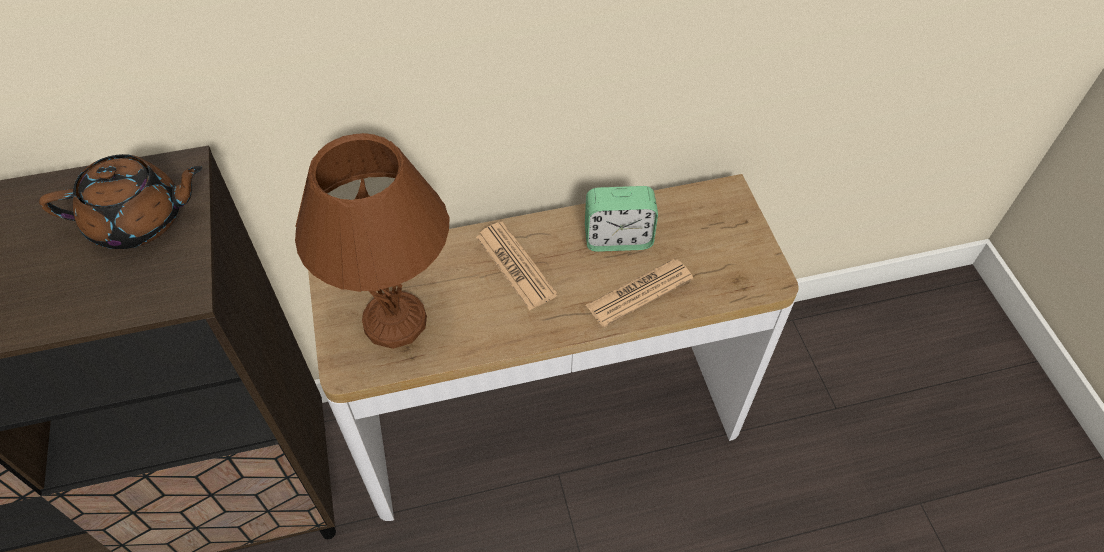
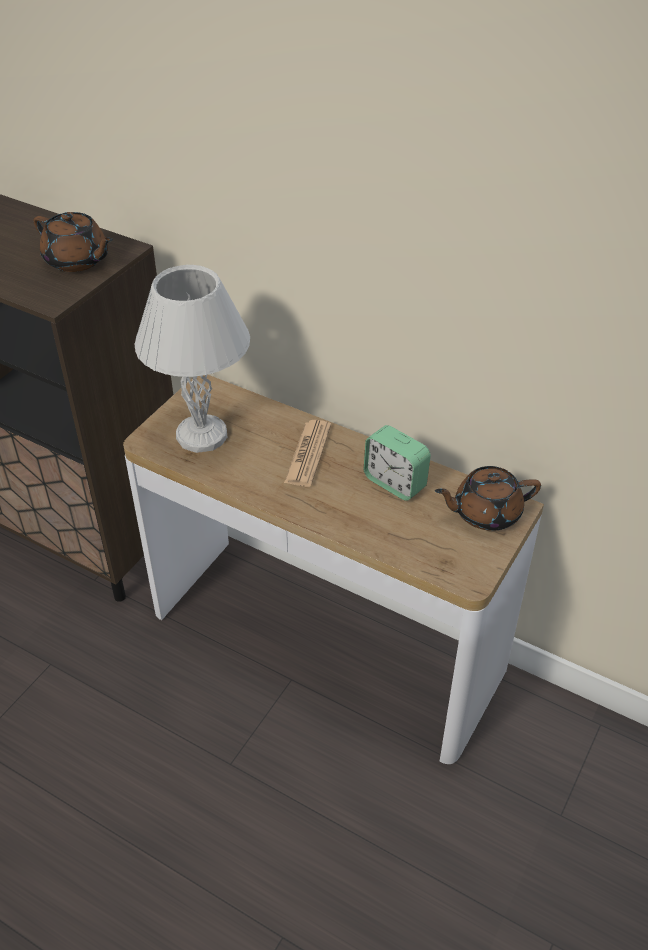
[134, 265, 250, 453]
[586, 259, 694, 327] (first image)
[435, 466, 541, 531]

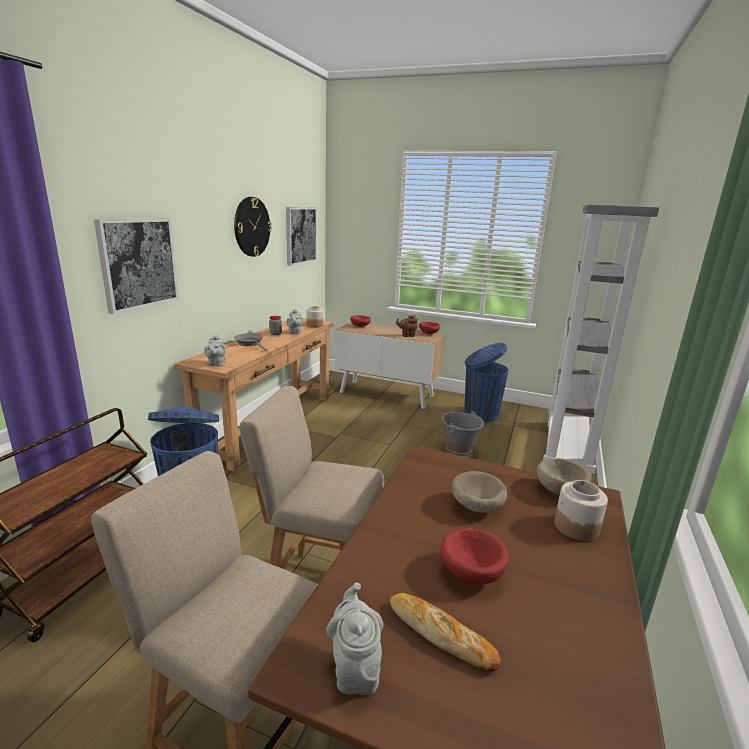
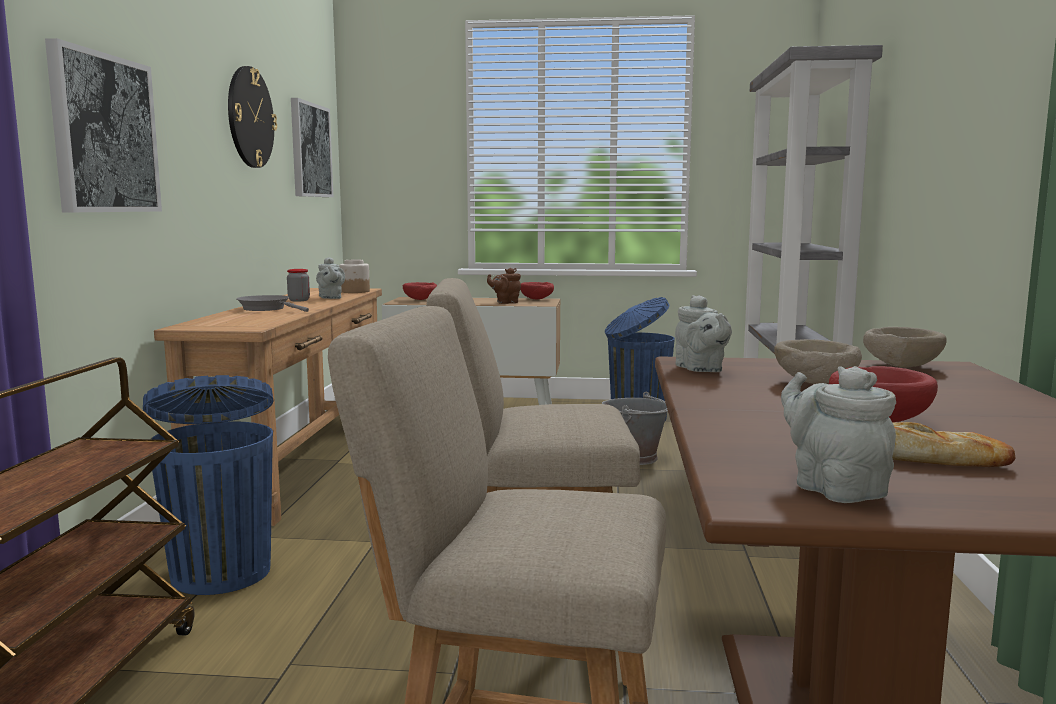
[675, 295, 732, 372]
[555, 480, 608, 541] (first image)

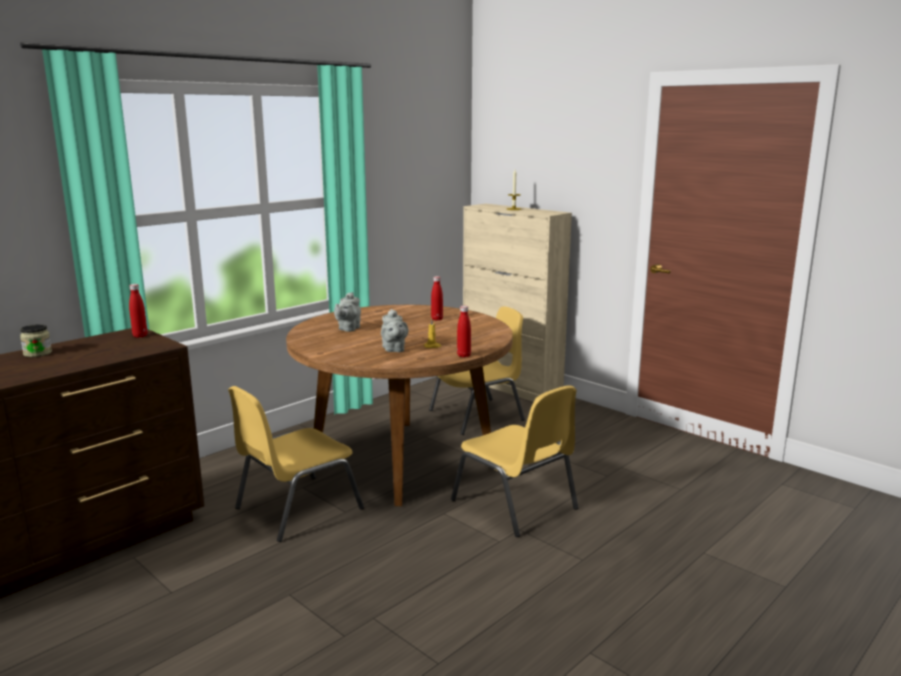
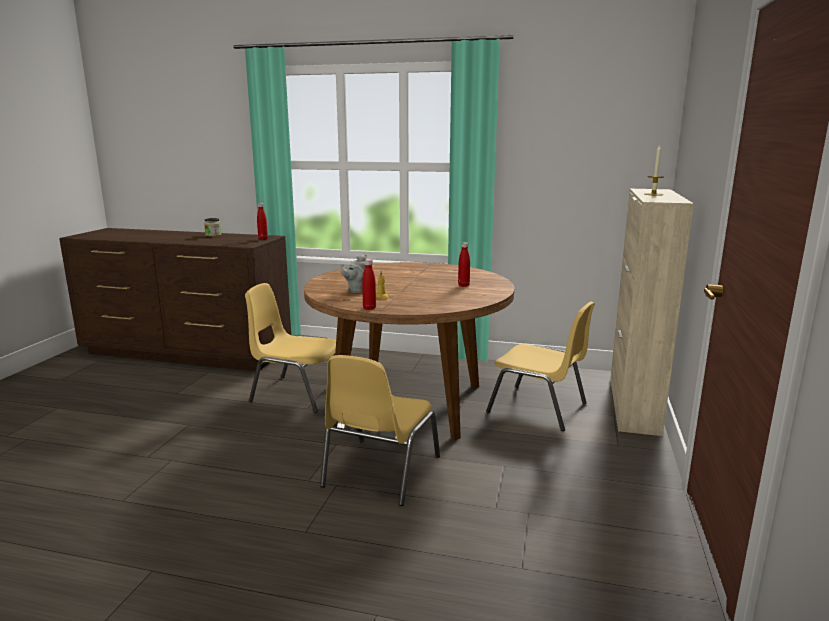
[334, 292, 361, 332] (first image)

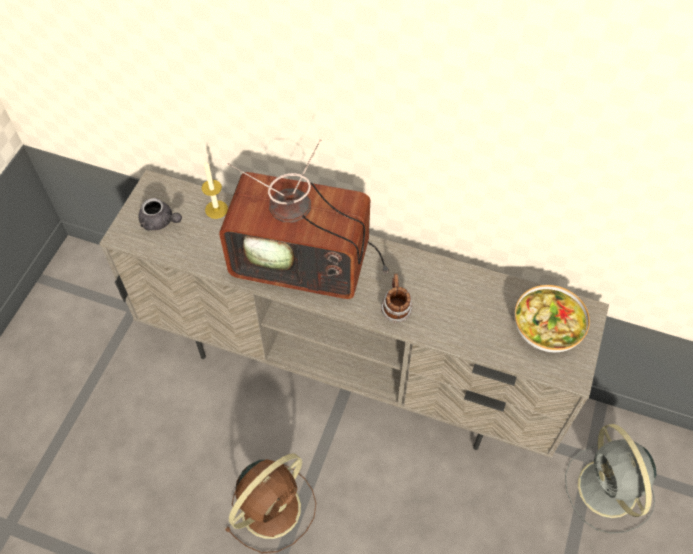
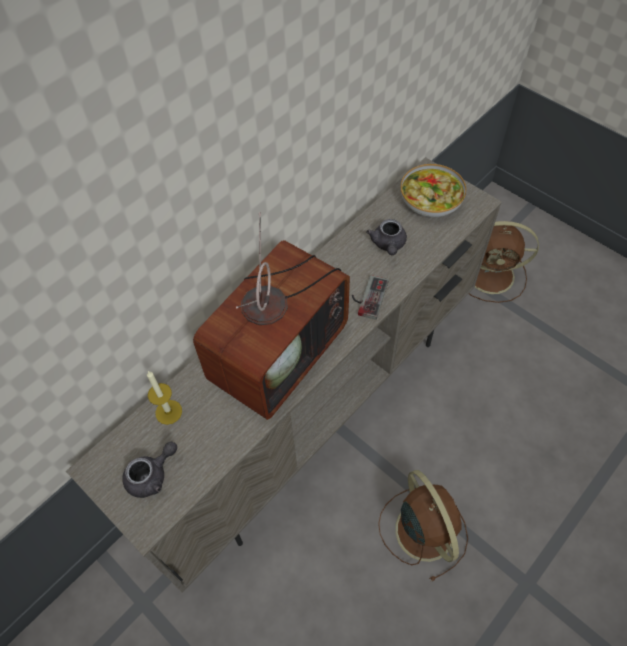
[352, 275, 389, 320]
[468, 221, 539, 303]
[366, 219, 407, 255]

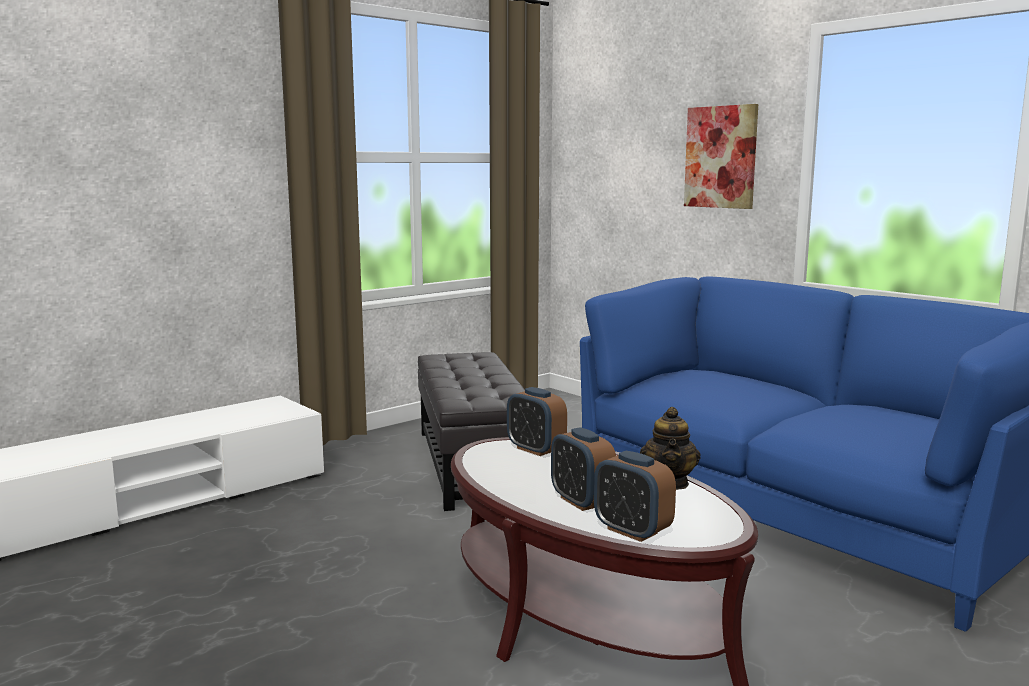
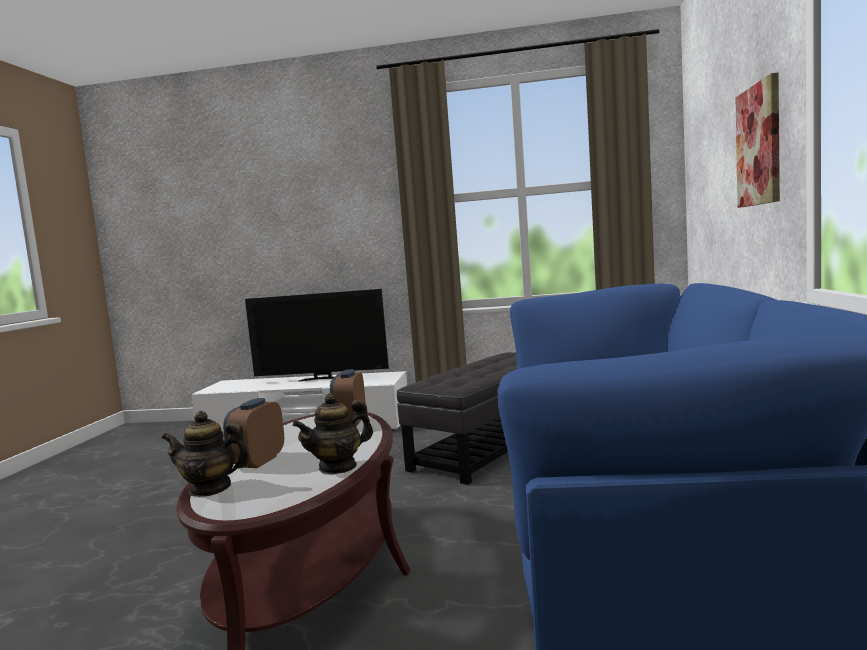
[162, 411, 251, 497]
[245, 289, 389, 382]

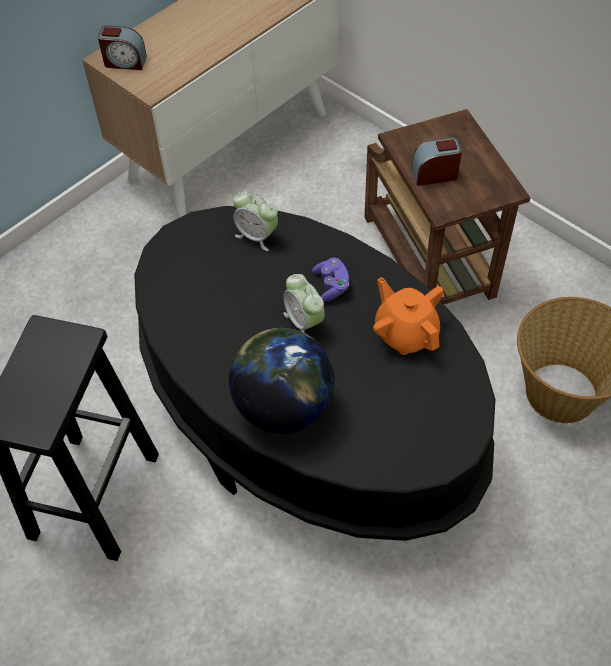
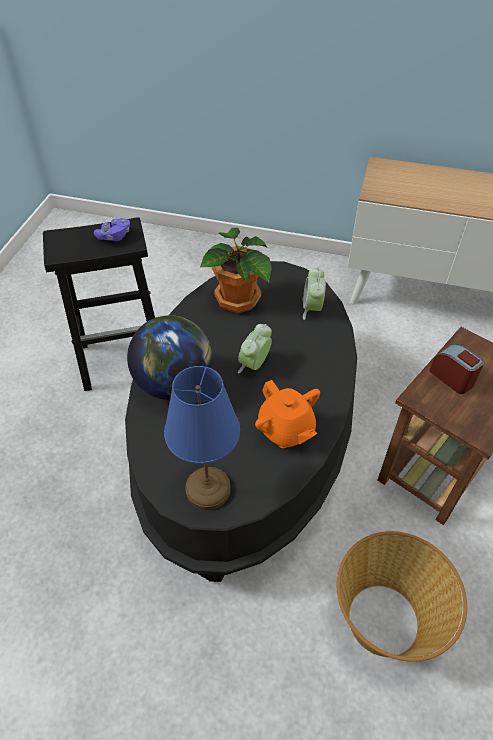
[98, 26, 147, 70] (first image)
[94, 218, 130, 241]
[255, 380, 320, 448]
[200, 228, 272, 314]
[164, 366, 240, 510]

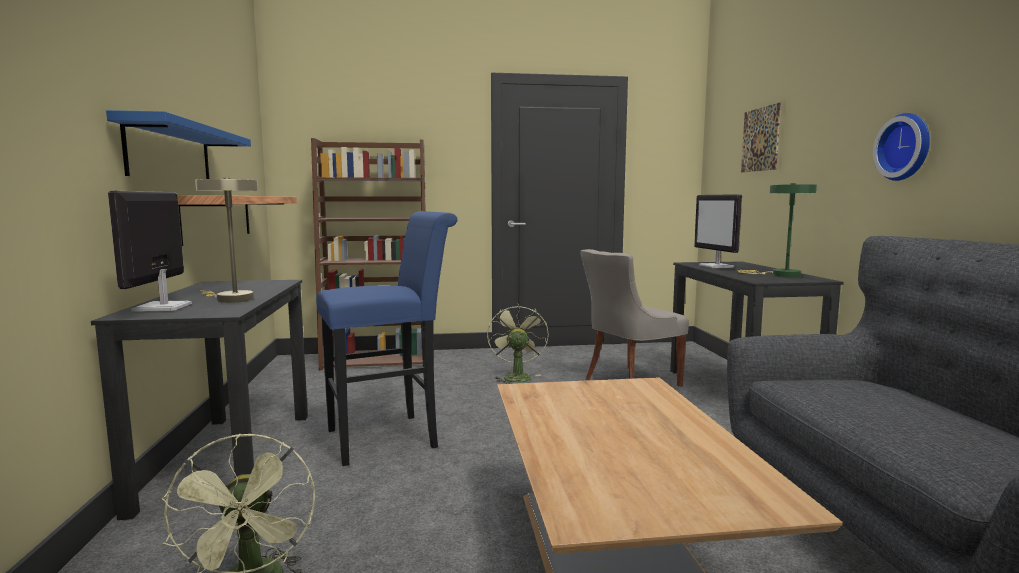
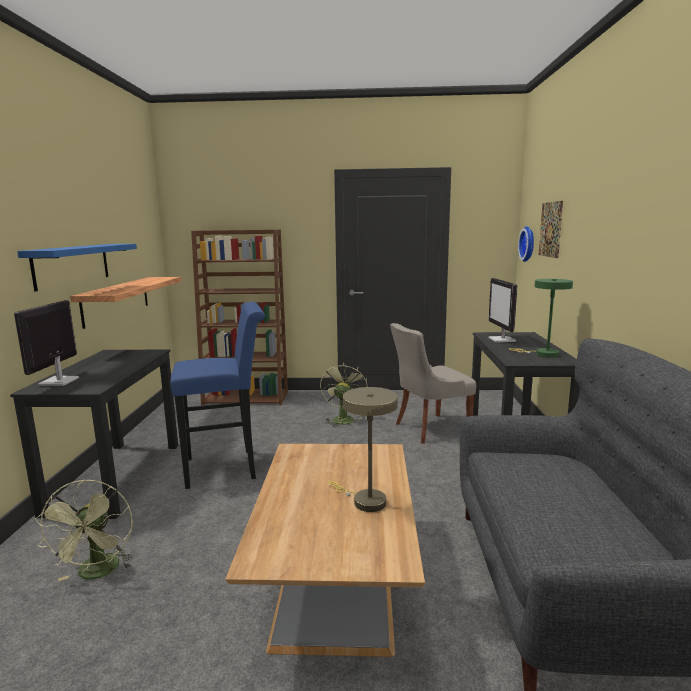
[518, 227, 534, 262]
[328, 387, 398, 512]

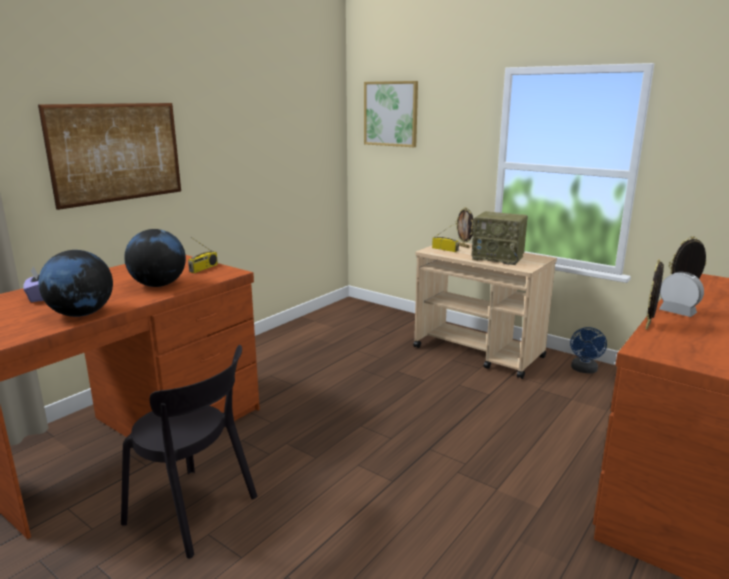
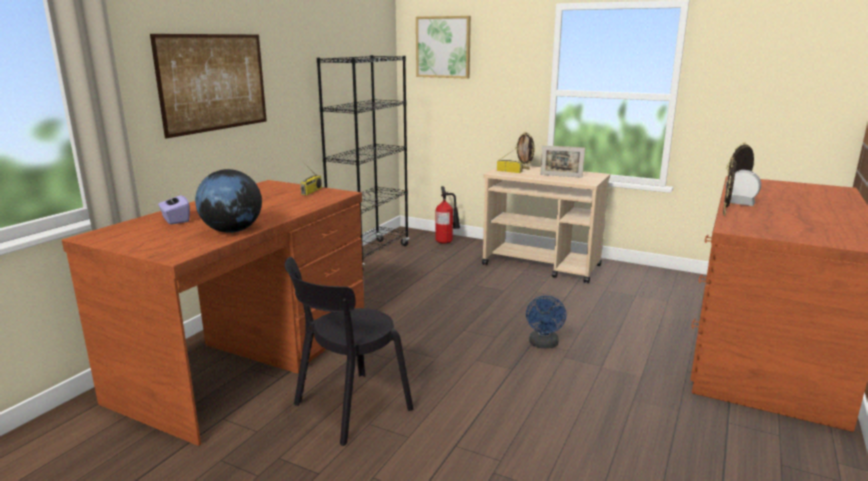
[541, 145, 585, 178]
[124, 229, 186, 287] (first image)
[526, 296, 567, 349]
[285, 257, 413, 446]
[317, 55, 409, 270]
[436, 186, 460, 244]

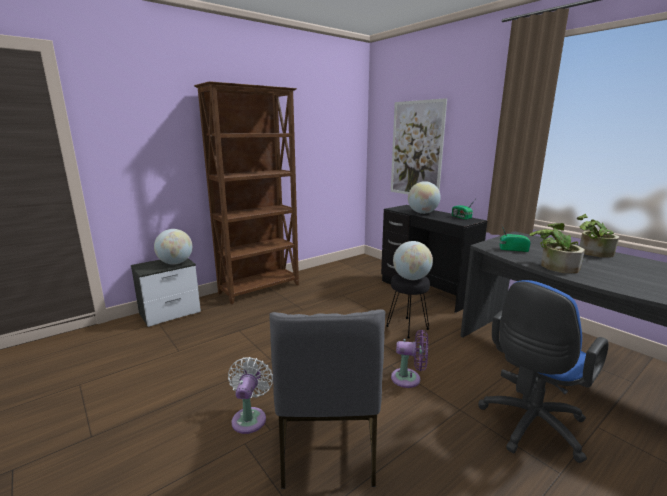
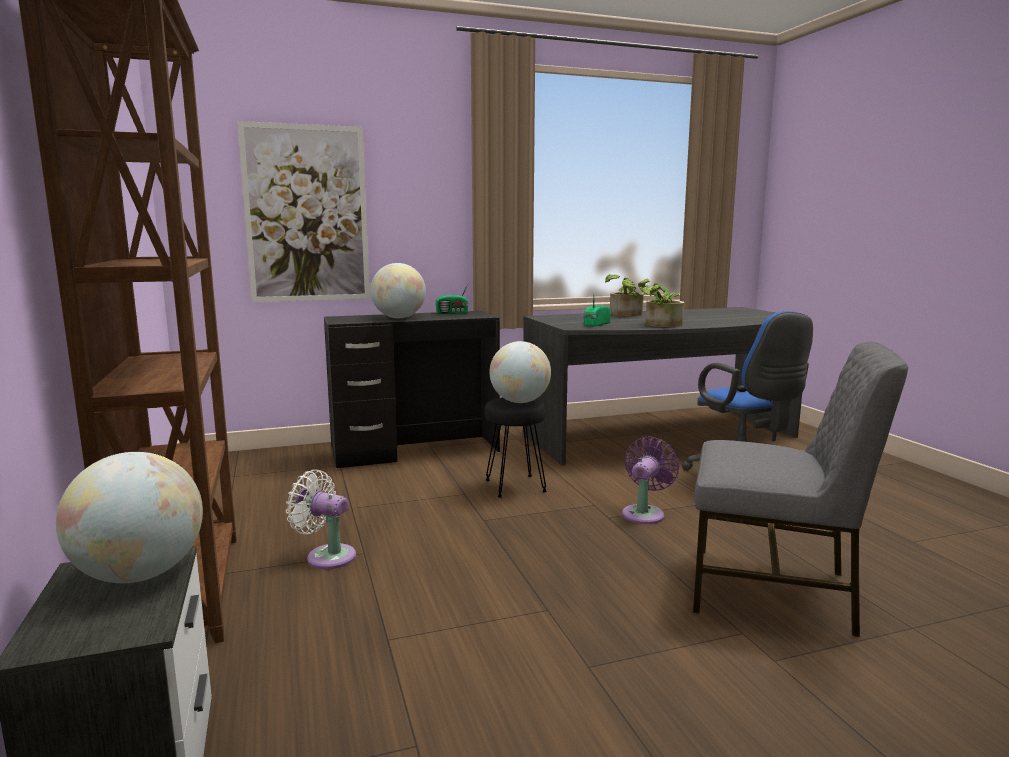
[286, 469, 356, 569]

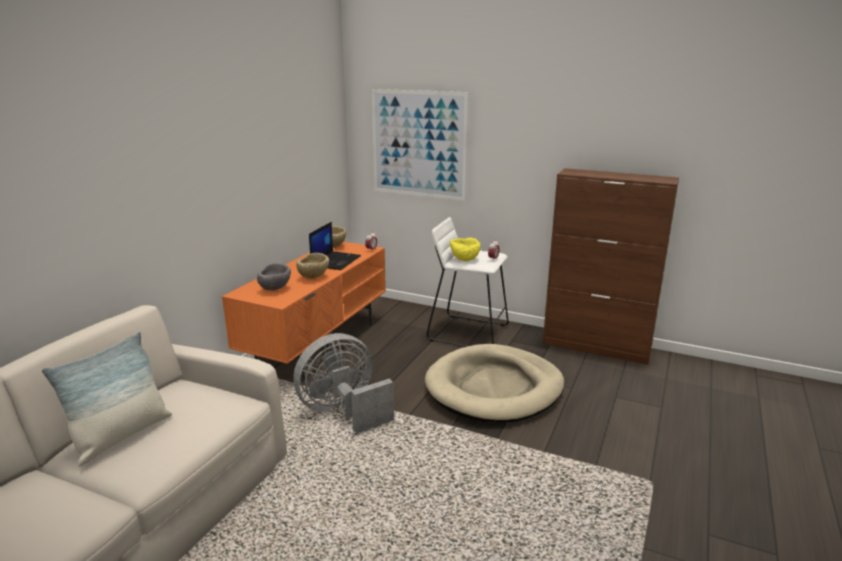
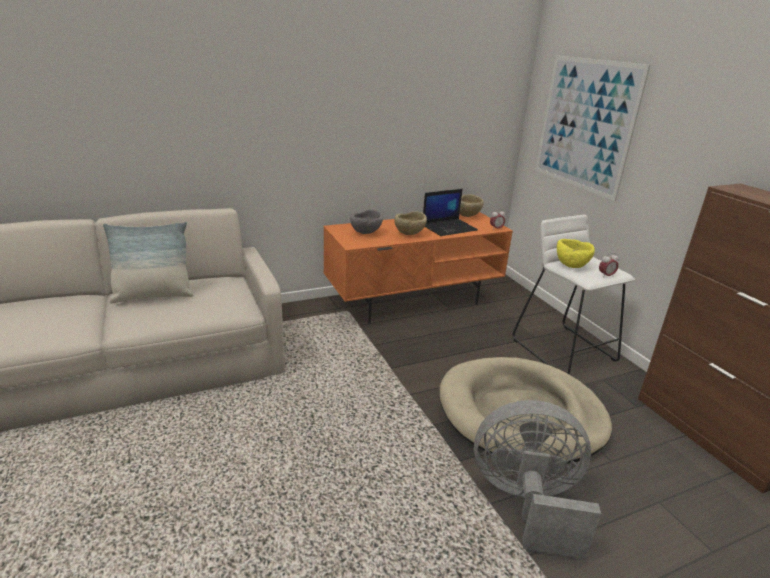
[474, 400, 601, 559]

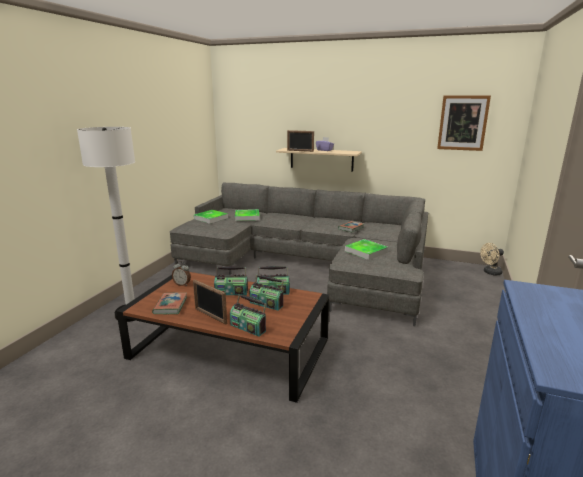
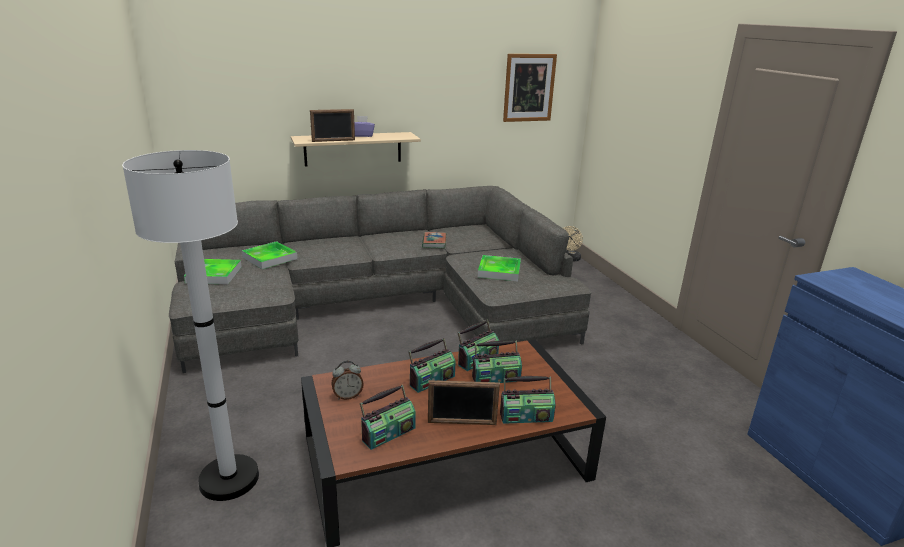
[360, 385, 416, 450]

